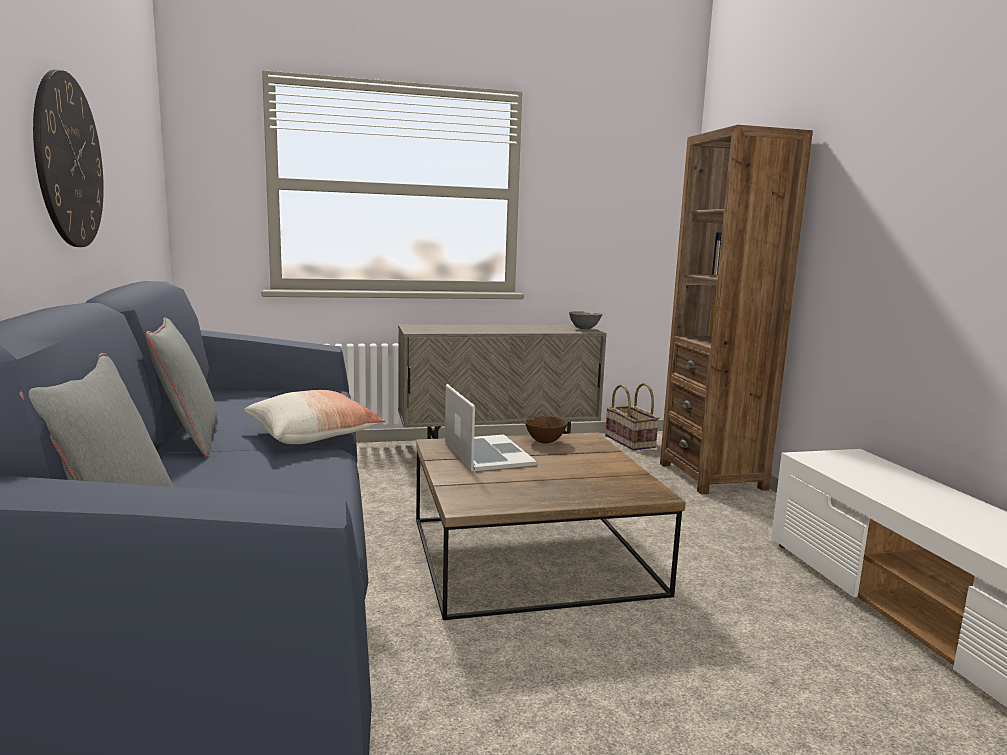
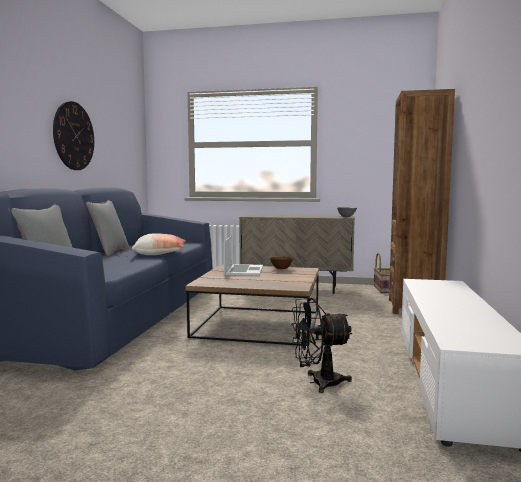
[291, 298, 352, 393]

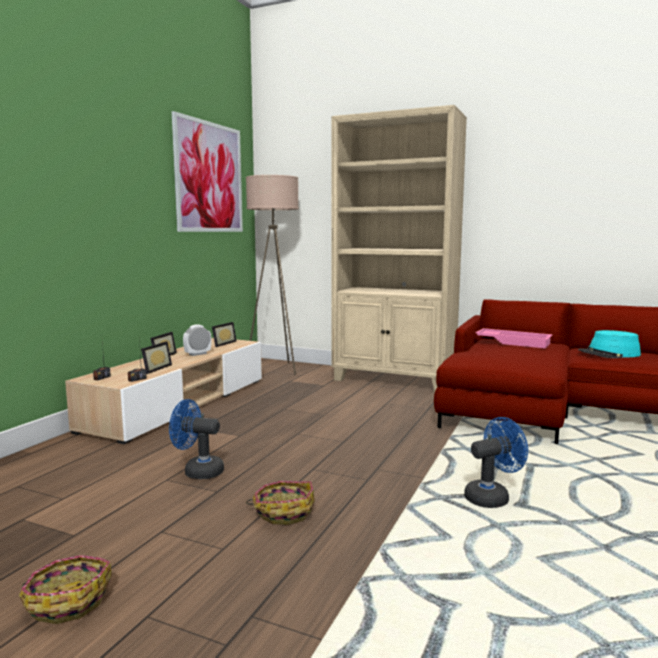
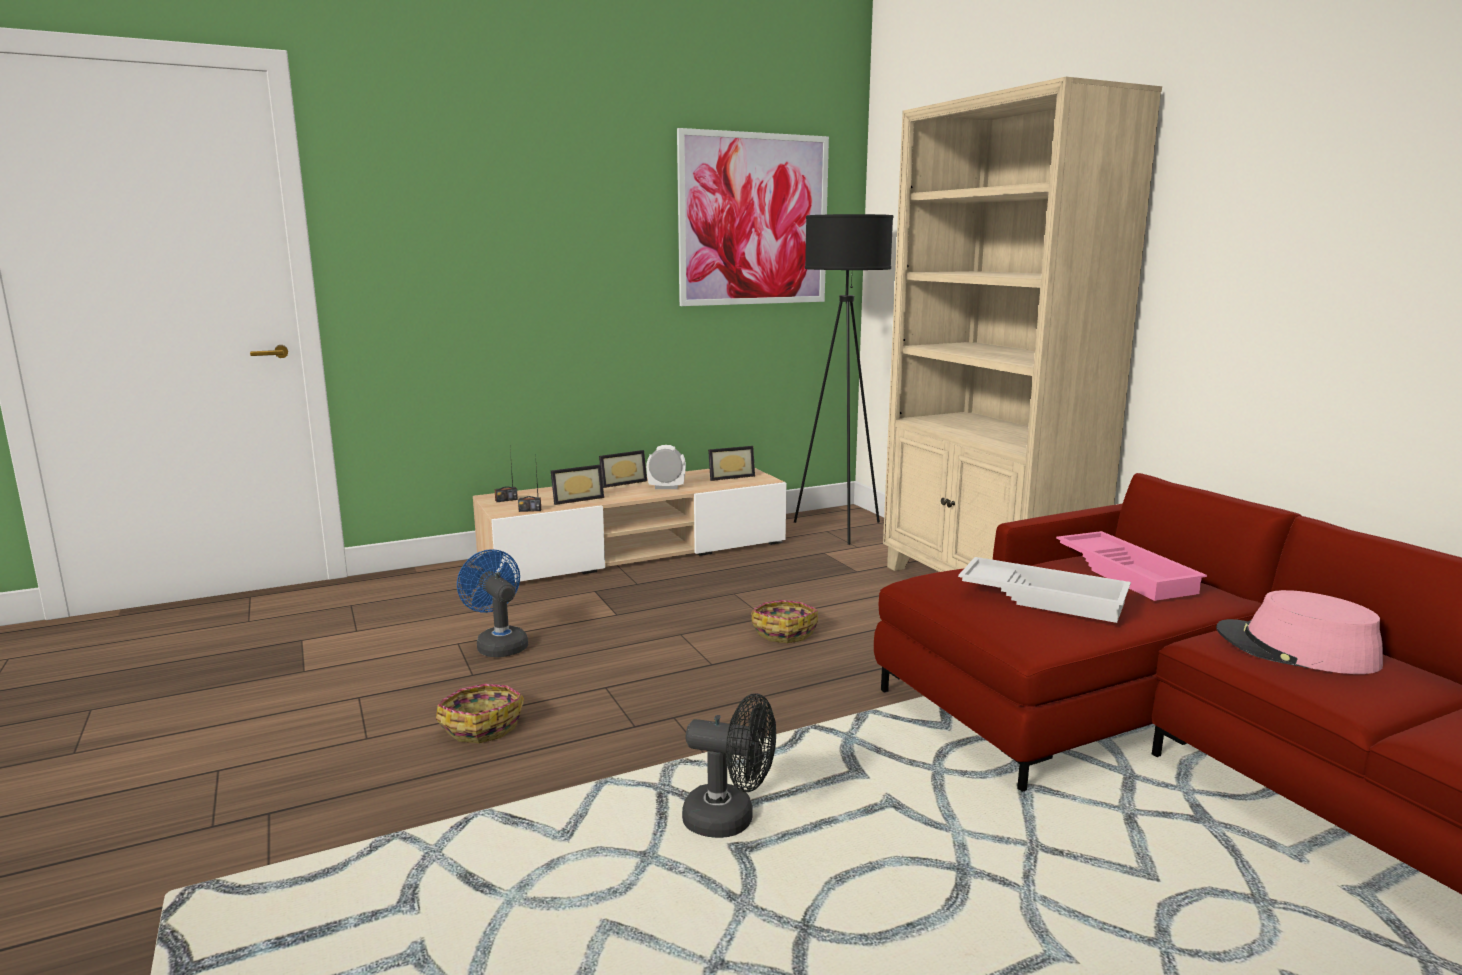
[794, 214, 893, 545]
[1216, 590, 1383, 674]
[682, 693, 776, 838]
[751, 600, 818, 643]
[958, 557, 1131, 623]

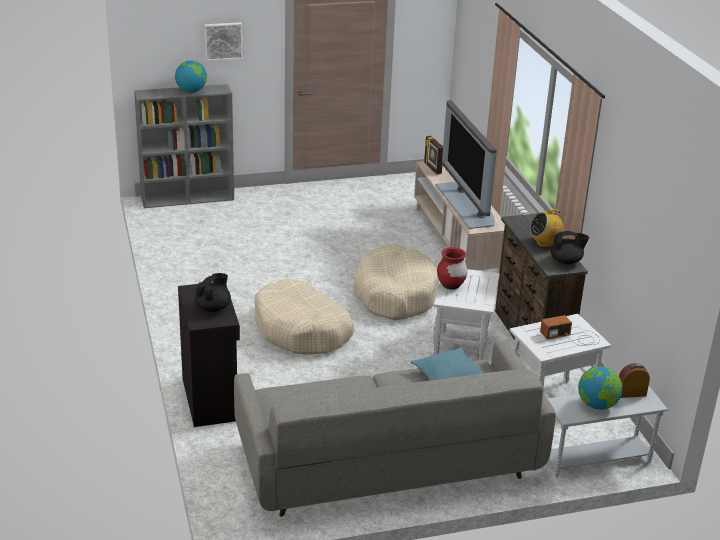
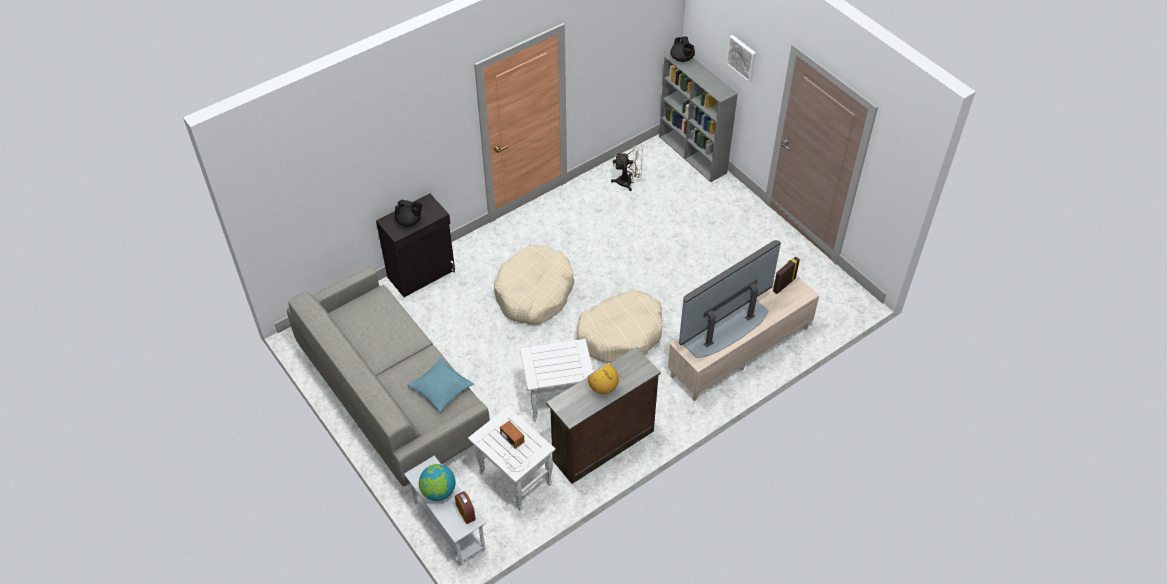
[175, 60, 207, 93] (first image)
[670, 36, 695, 62]
[437, 247, 468, 290] (first image)
[611, 145, 643, 191]

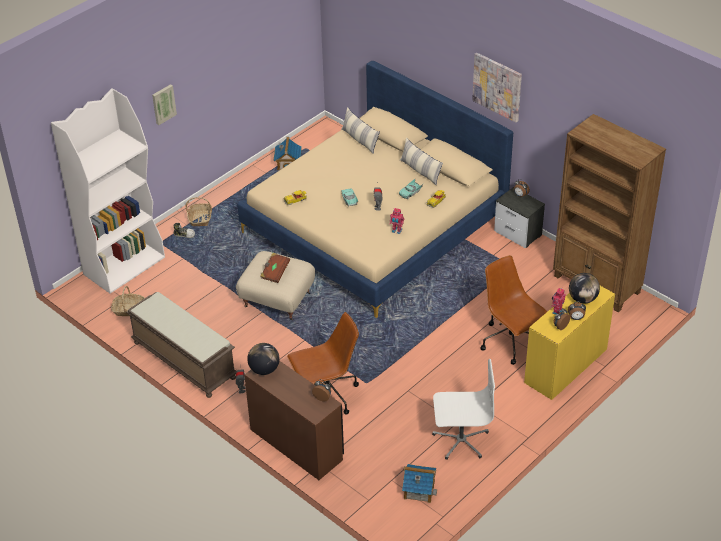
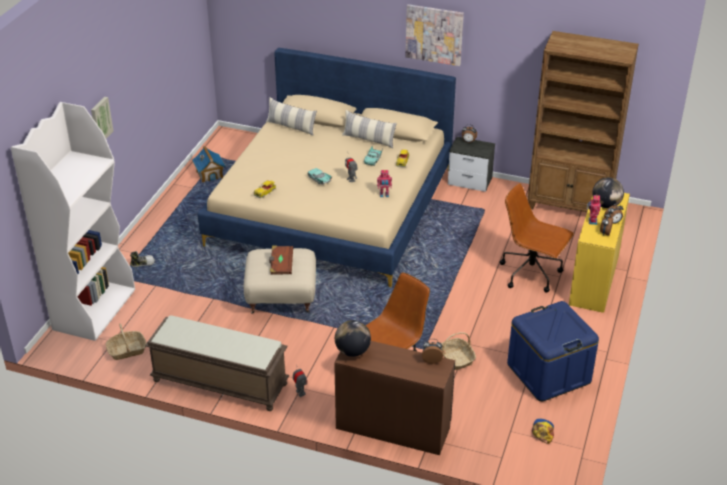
[441, 332, 476, 370]
[507, 301, 599, 401]
[532, 419, 554, 444]

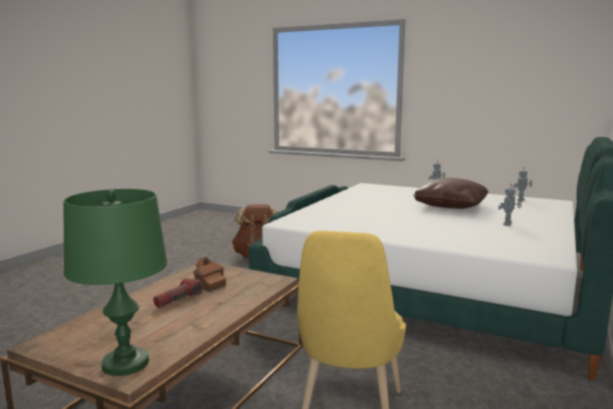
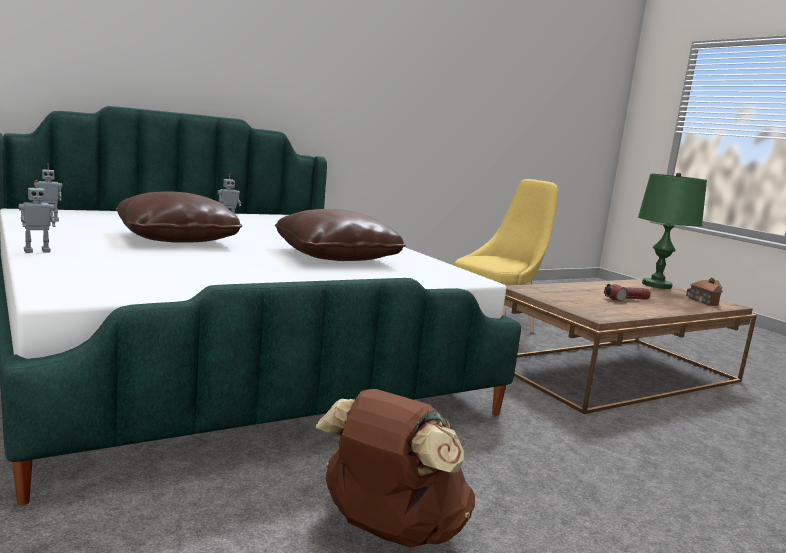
[686, 278, 723, 306]
[275, 209, 406, 261]

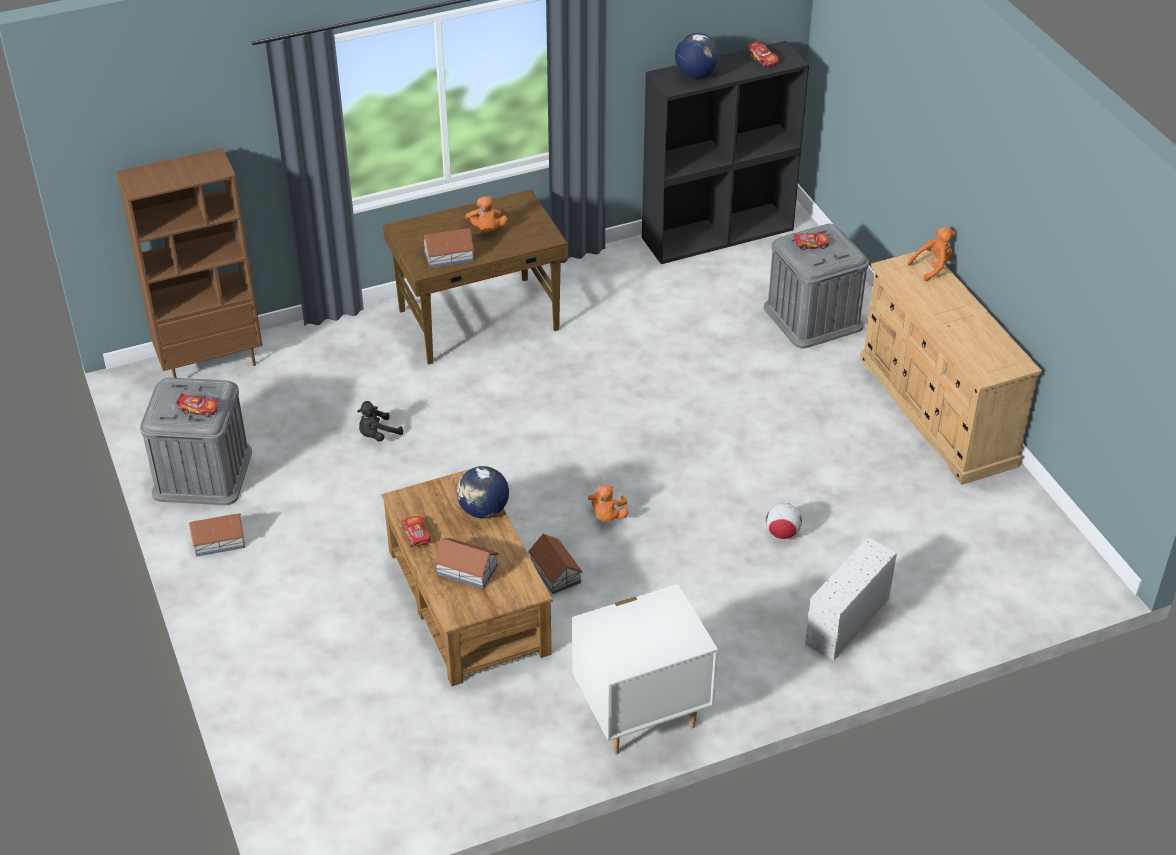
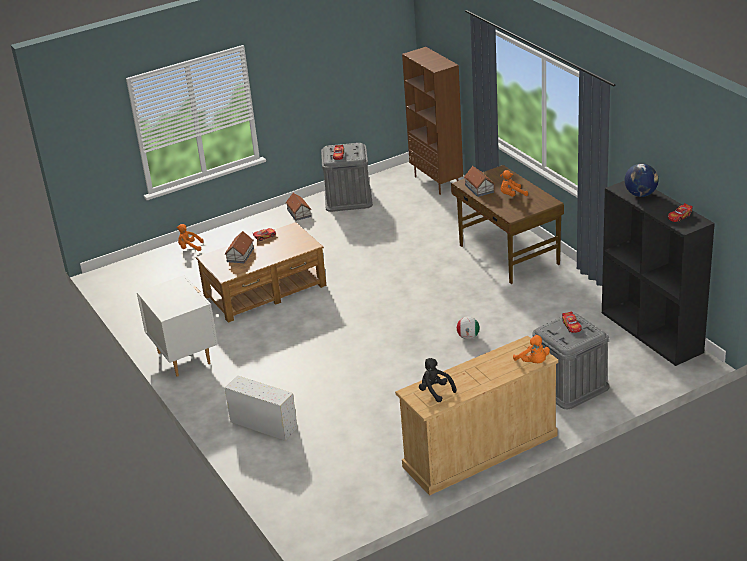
[419, 358, 457, 402]
[457, 466, 509, 518] (first image)
[176, 224, 204, 251]
[457, 317, 479, 339]
[528, 534, 583, 594] (first image)

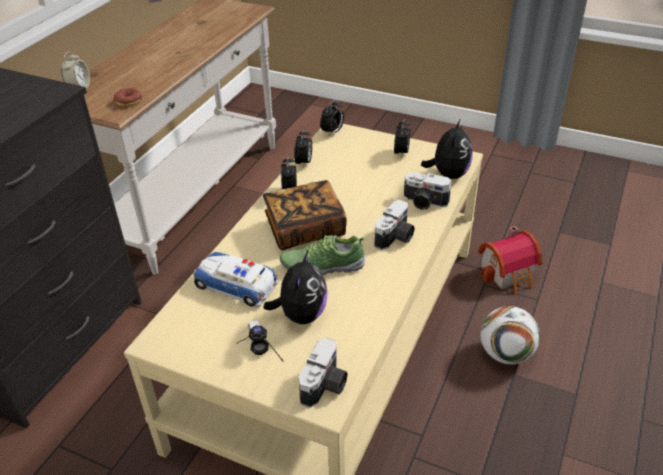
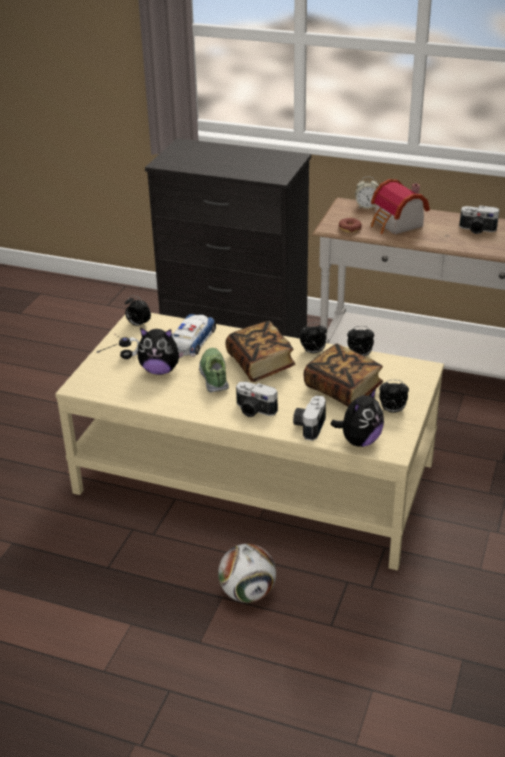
[125, 295, 151, 327]
[331, 388, 384, 447]
[371, 179, 430, 235]
[459, 205, 499, 234]
[304, 343, 383, 407]

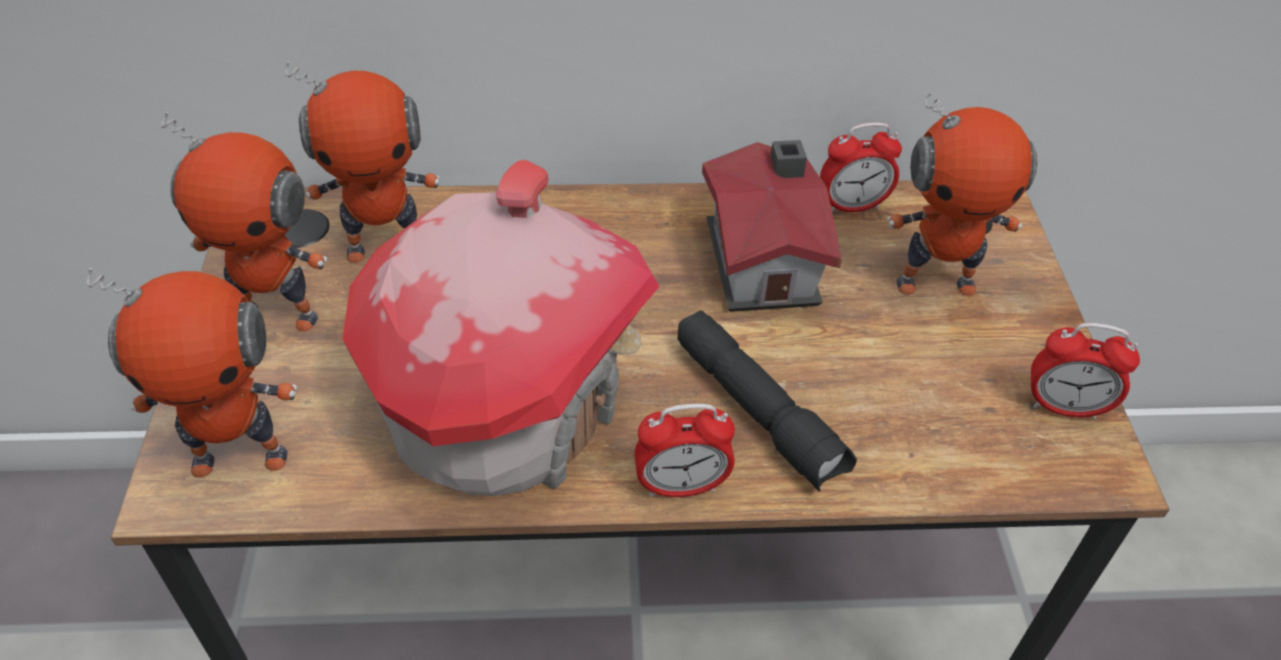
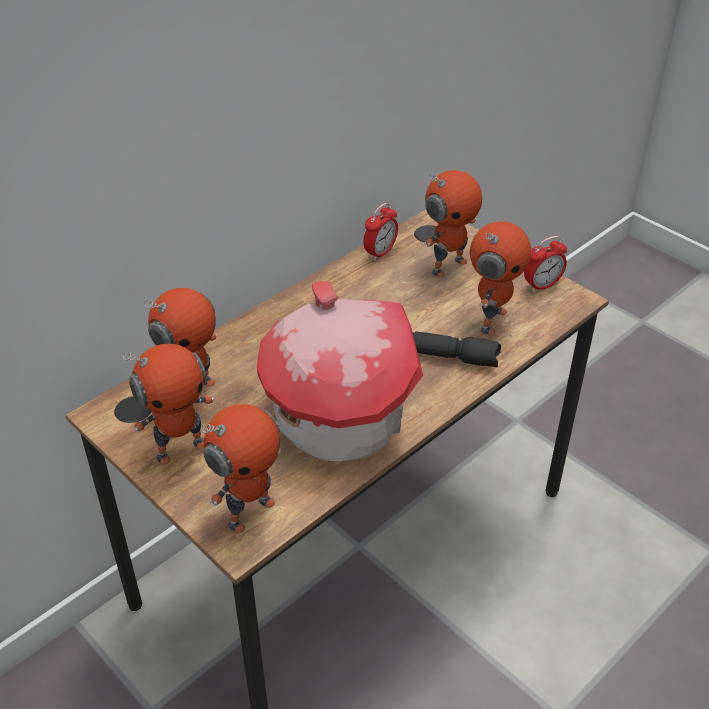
[702, 140, 842, 312] (first image)
[634, 404, 735, 497] (first image)
[470, 221, 531, 335]

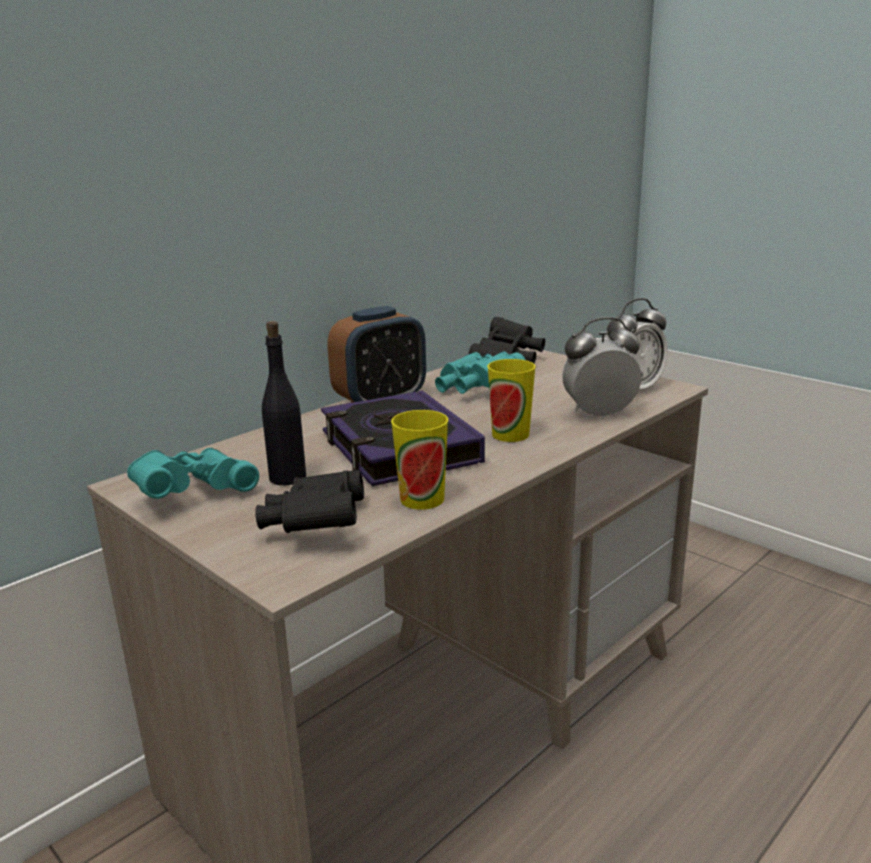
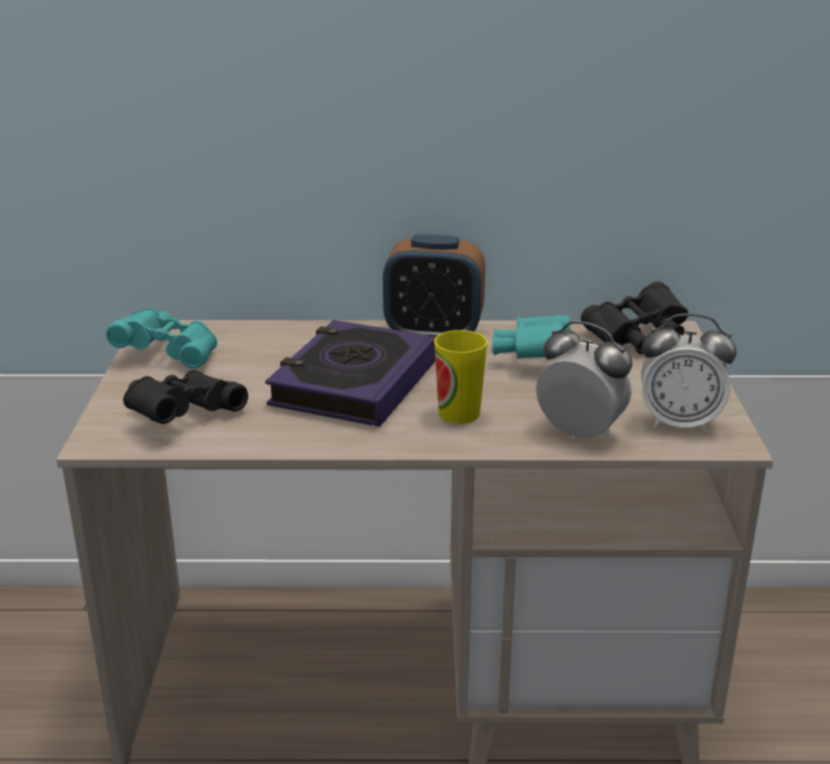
[262, 321, 306, 485] (first image)
[391, 410, 448, 510] (first image)

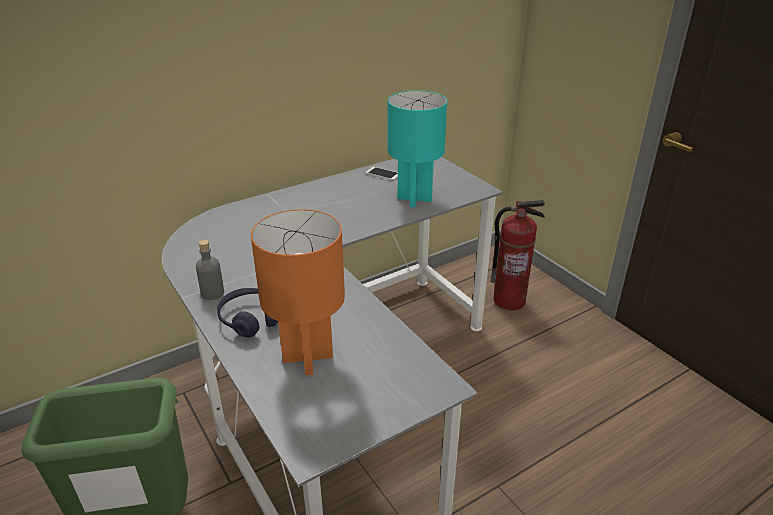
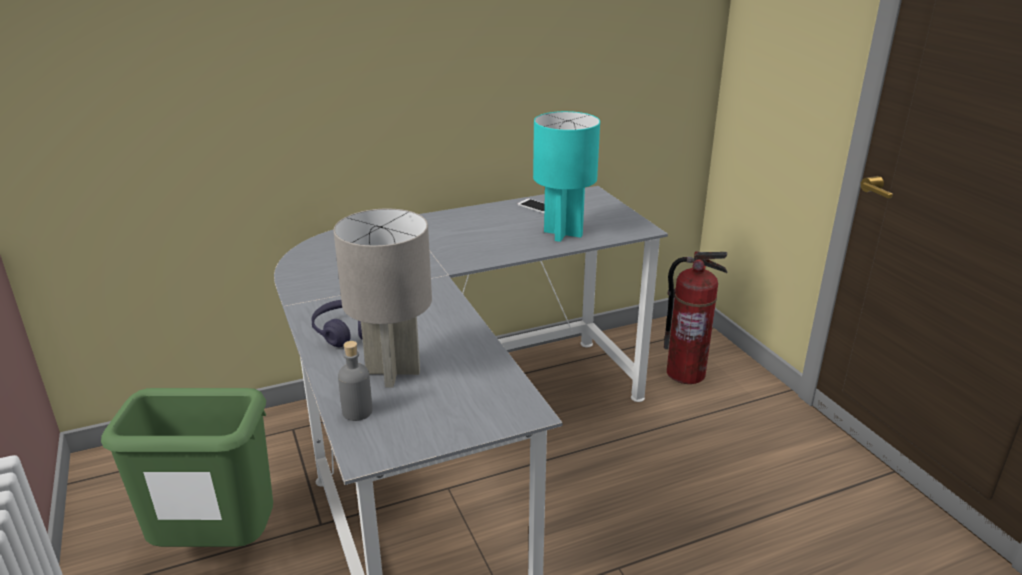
[334, 208, 432, 387]
[338, 341, 372, 421]

